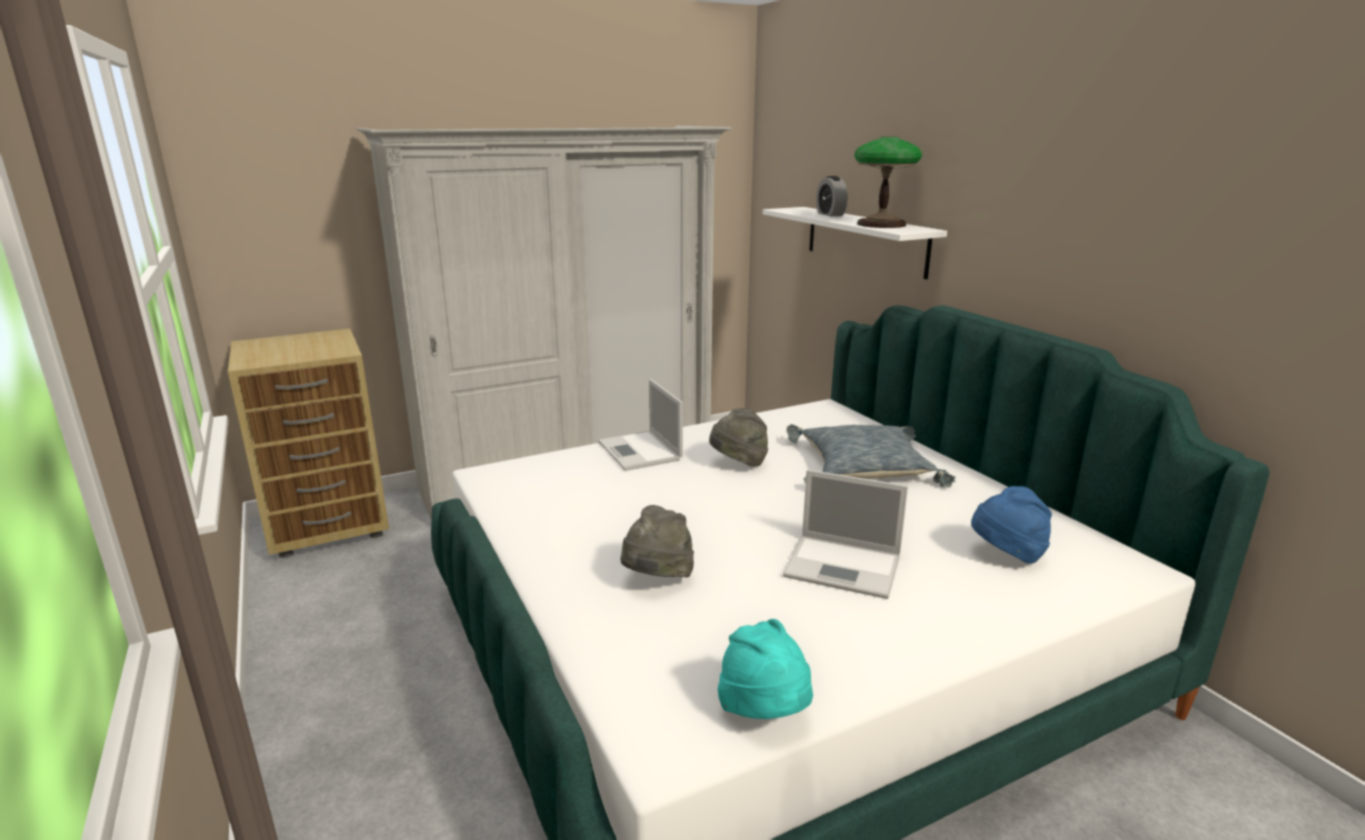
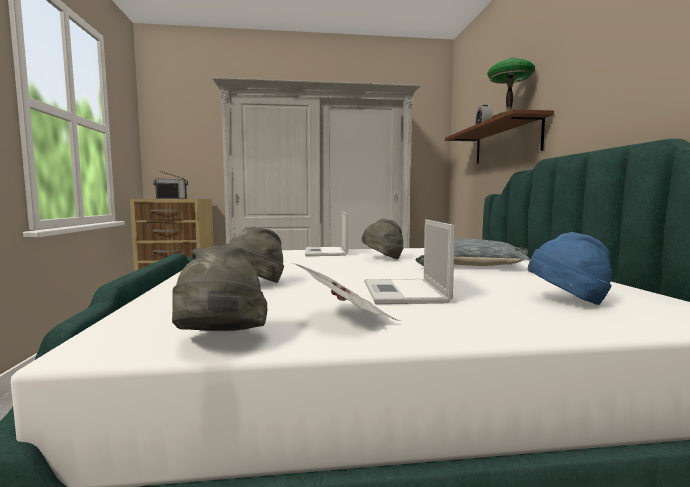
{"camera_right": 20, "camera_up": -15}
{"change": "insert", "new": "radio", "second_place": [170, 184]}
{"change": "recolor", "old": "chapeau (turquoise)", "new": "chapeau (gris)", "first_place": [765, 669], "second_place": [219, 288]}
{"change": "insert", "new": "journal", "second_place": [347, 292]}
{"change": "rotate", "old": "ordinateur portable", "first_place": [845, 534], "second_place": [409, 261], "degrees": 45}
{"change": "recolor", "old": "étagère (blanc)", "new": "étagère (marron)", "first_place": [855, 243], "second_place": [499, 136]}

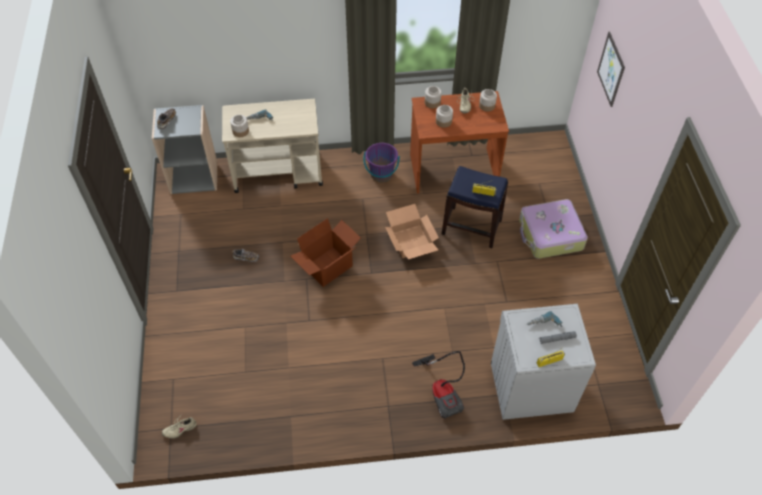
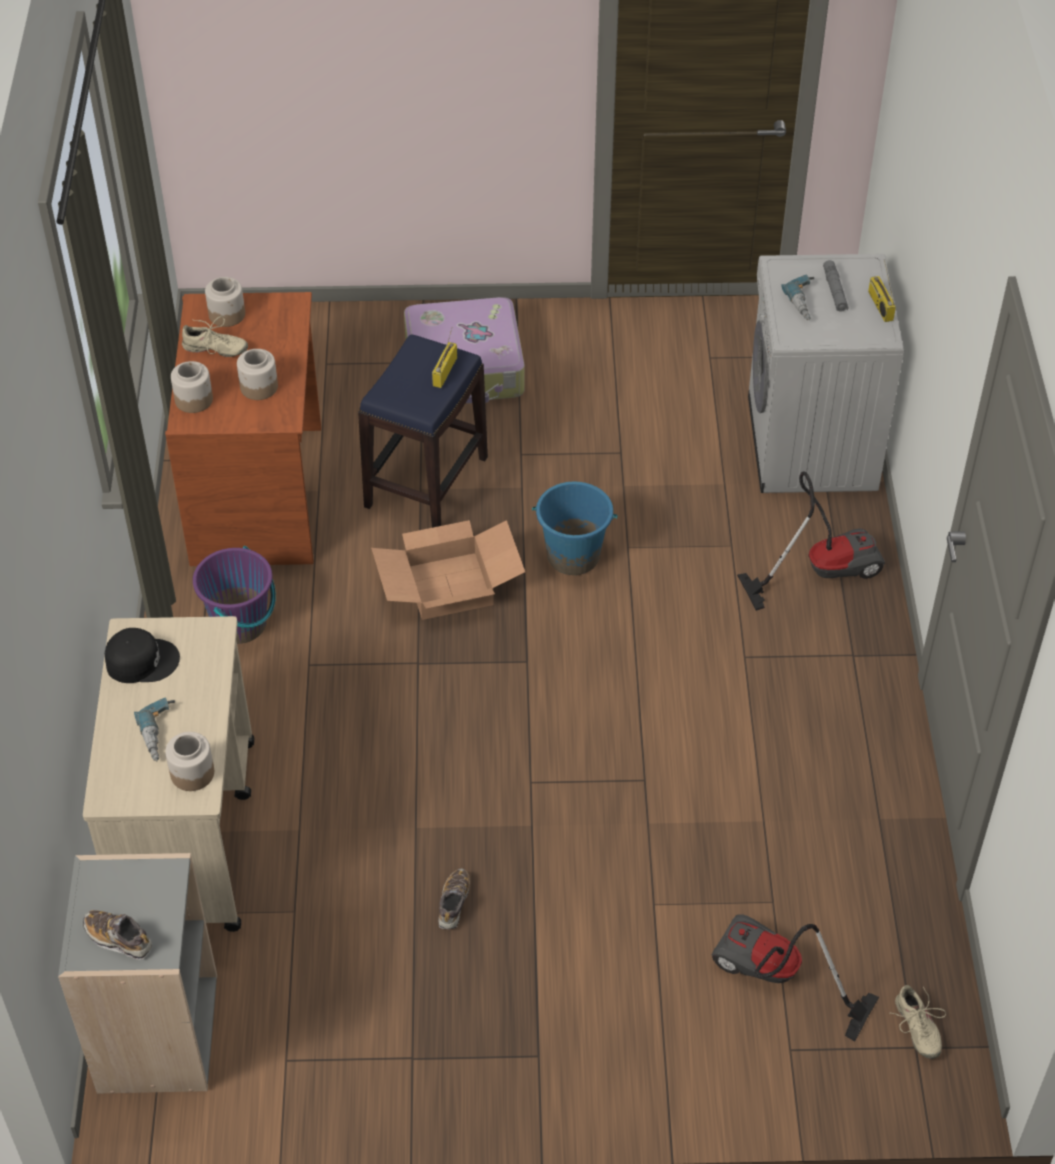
{"camera_right": -85, "camera_up": -5}
{"change": "insert", "new": "casquette (noir)", "second_place": [142, 655]}
{"change": "insert", "new": "seau (bleu)", "second_place": [575, 528]}
{"change": "insert", "new": "aspirateur", "second_place": [795, 978]}
{"change": "delete", "old": "carton", "first_place": [326, 252]}
{"change": "delete", "old": "tableau", "first_place": [611, 69]}

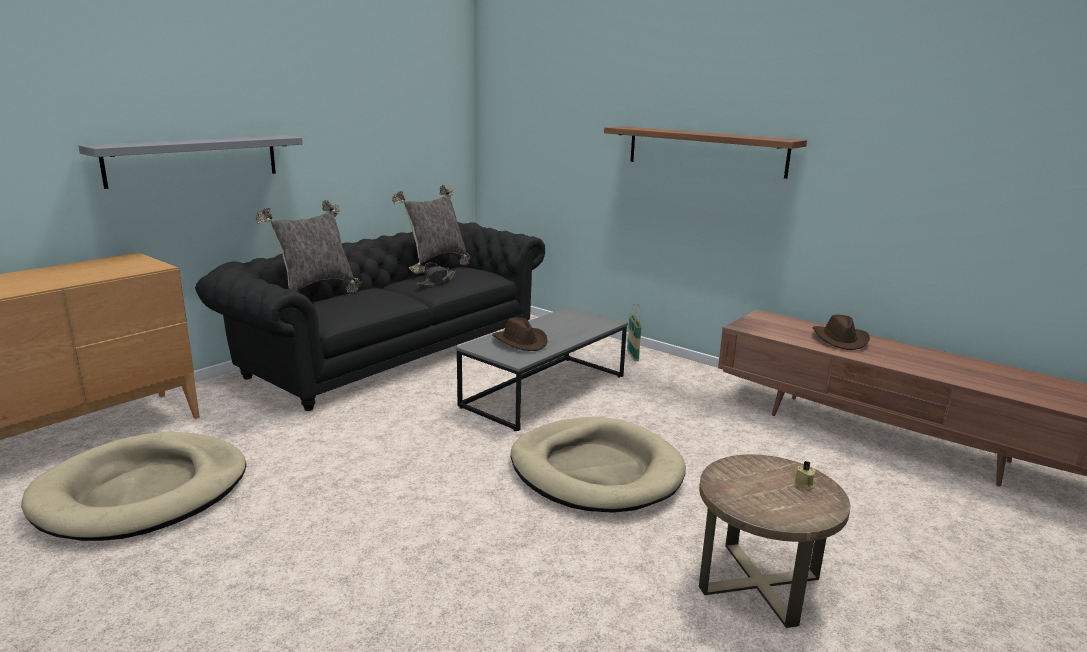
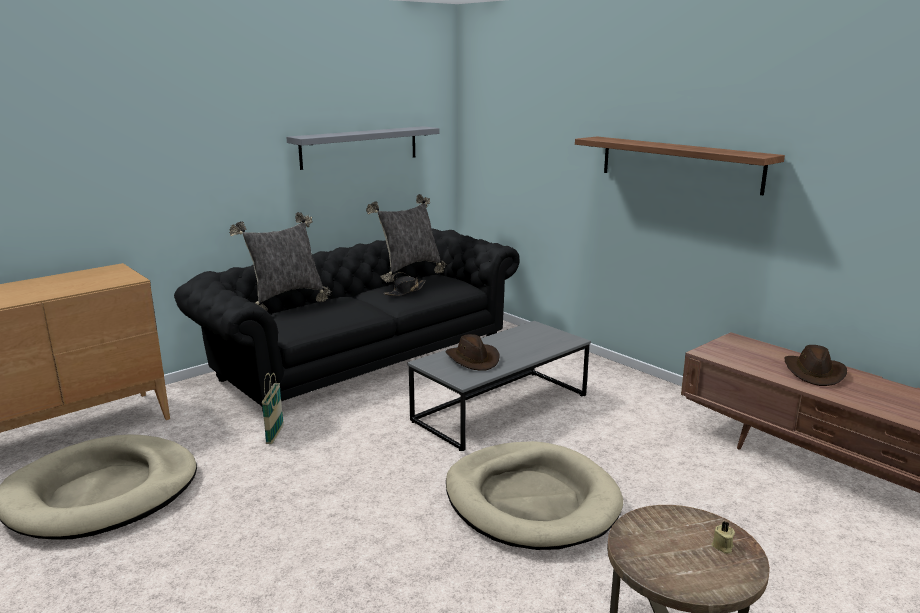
{"camera_right": 10, "camera_up": 0}
{"change": "move", "old": "panier", "first_place": [634, 332], "second_place": [273, 408]}
{"change": "move", "old": "étagère (gris)", "first_place": [191, 162], "second_place": [362, 148]}

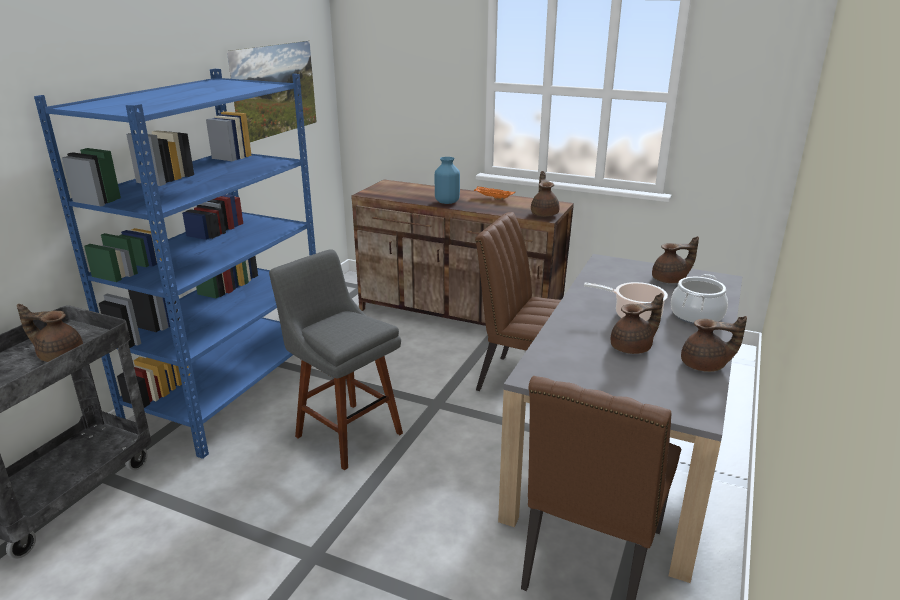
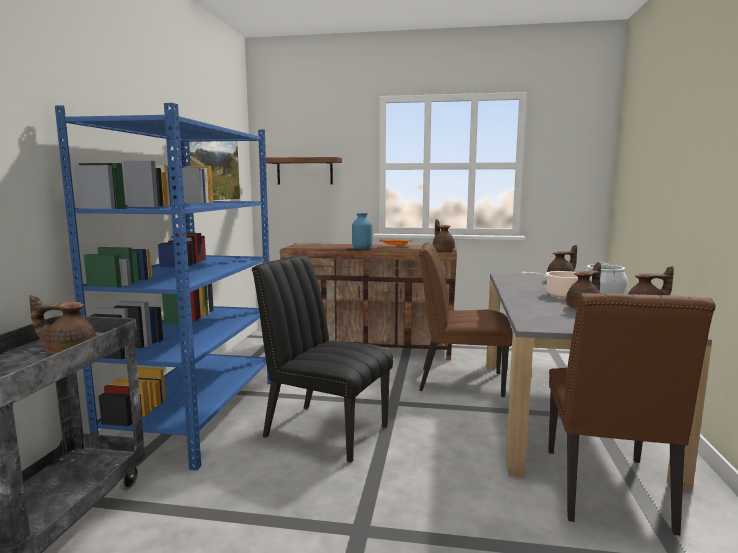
{"camera_right": -15, "camera_up": -15}
{"change": "replace", "old": "tabouret (gris)", "new": "chaise (noir)", "first_place": [336, 359], "second_place": [322, 359]}
{"change": "insert", "new": "étagère", "second_place": [301, 170]}

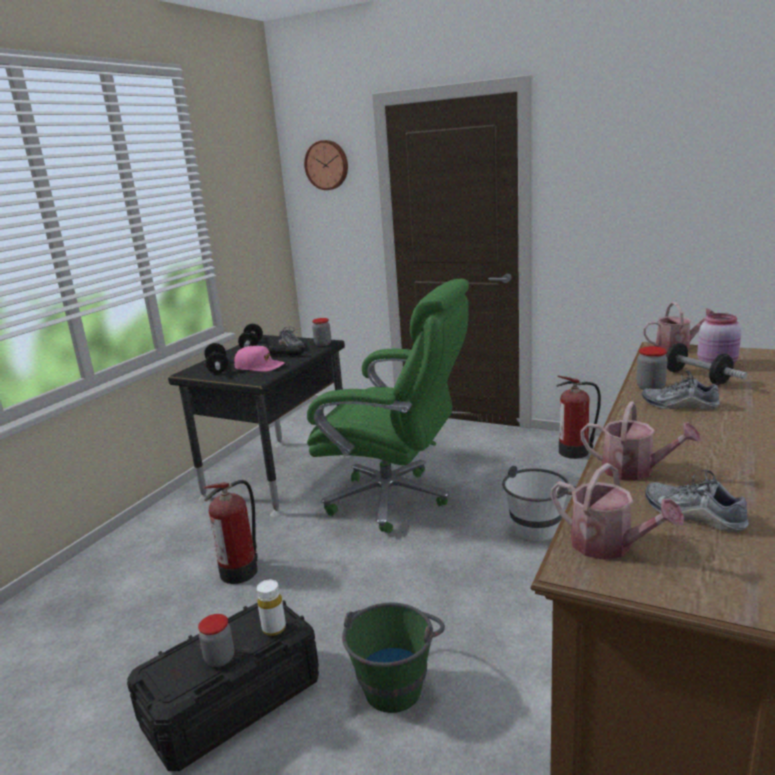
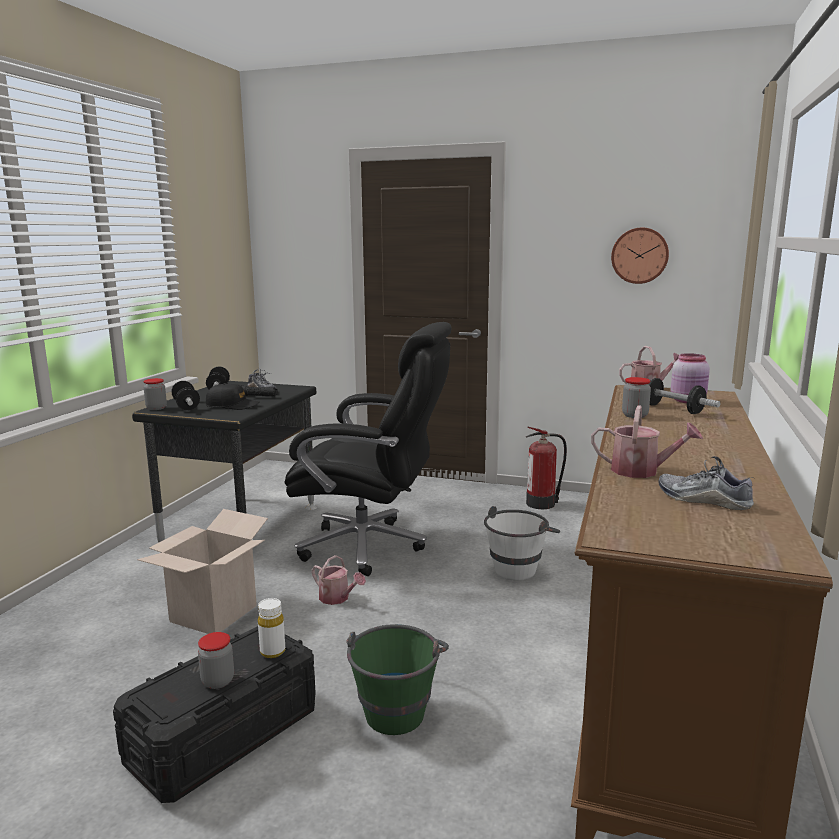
{"camera_right": -10, "camera_up": -5}
{"change": "replace", "old": "extincteur", "new": "carton", "first_place": [230, 532], "second_place": [202, 571]}
{"change": "move", "old": "bocal", "first_place": [321, 332], "second_place": [155, 394]}
{"change": "recolor", "old": "casquette (rose)", "new": "casquette (noir)", "first_place": [259, 359], "second_place": [233, 396]}
{"change": "recolor", "old": "chaise de bureau (vert)", "new": "chaise de bureau (noir)", "first_place": [388, 406], "second_place": [368, 449]}
{"change": "move", "old": "arrosoir", "first_place": [618, 511], "second_place": [339, 580]}
{"change": "move", "old": "horloge murale", "first_place": [326, 165], "second_place": [640, 255]}
{"change": "delete", "old": "chaussure", "first_place": [681, 390]}

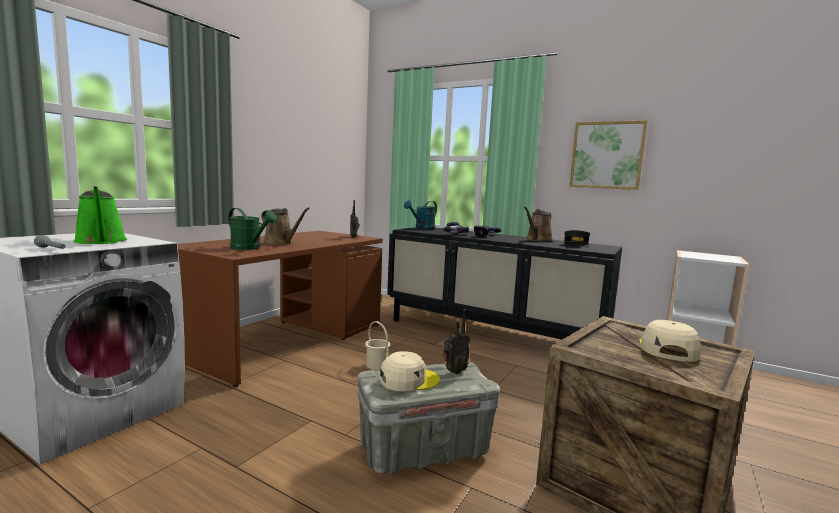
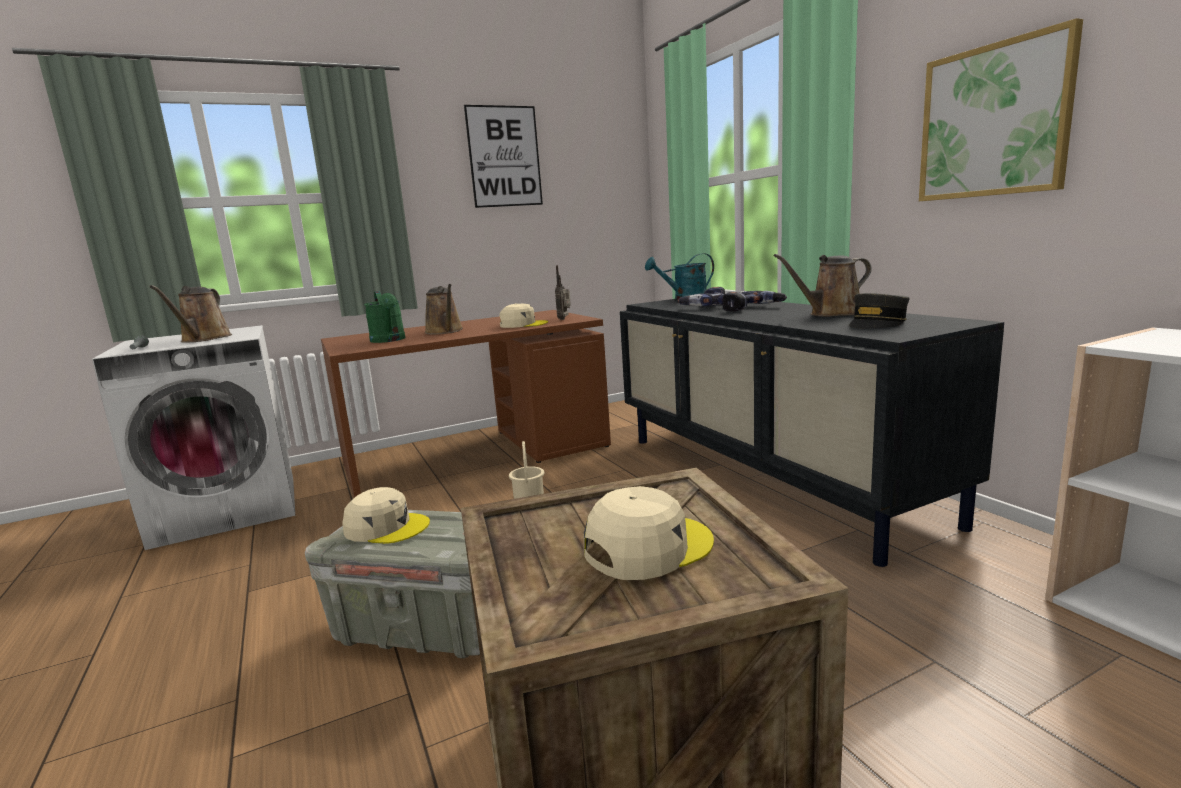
{"camera_right": 35, "camera_up": 5}
{"change": "recolor", "old": "arrosoir (vert)", "new": "arrosoir (marron)", "first_place": [100, 215], "second_place": [190, 314]}
{"change": "insert", "new": "tableau", "second_place": [503, 156]}
{"change": "insert", "new": "casquette (beige)", "second_place": [523, 315]}
{"change": "delete", "old": "radio", "first_place": [456, 341]}

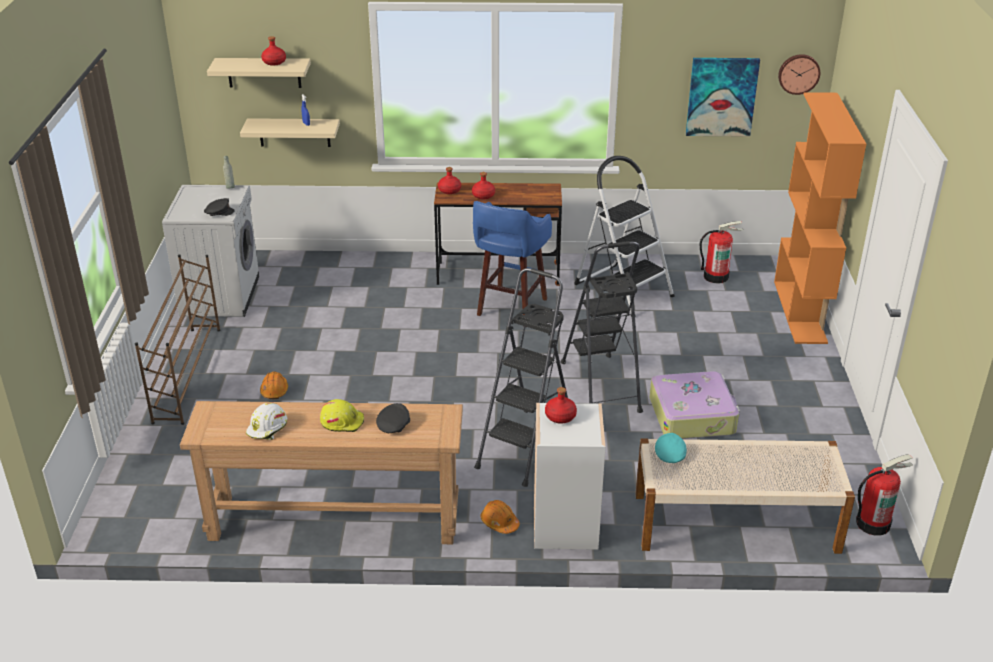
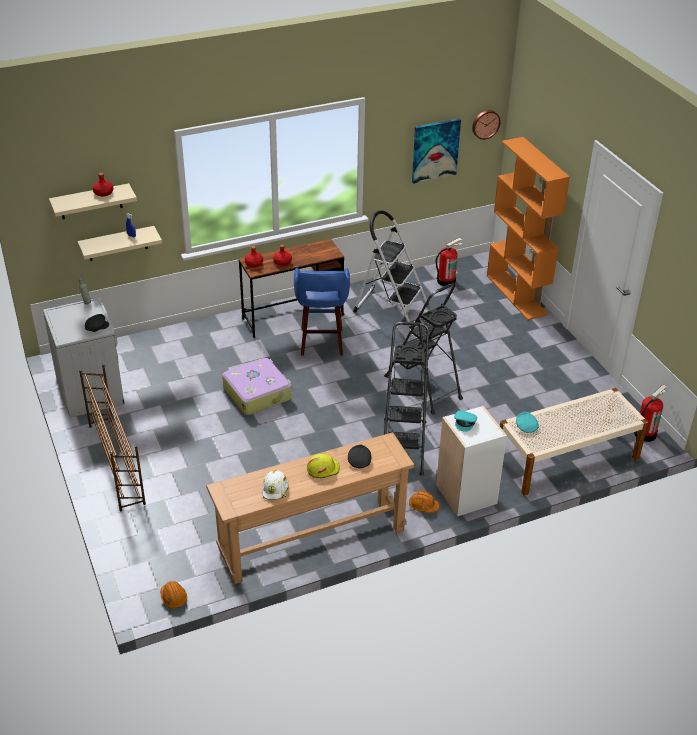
{"camera_right": -25, "camera_up": 5}
{"change": "move", "old": "casque de chantier (orange)", "first_place": [274, 386], "second_place": [173, 594]}
{"change": "move", "old": "valise", "first_place": [695, 405], "second_place": [256, 386]}
{"change": "replace", "old": "bouteille (rouge)", "new": "casquette (turquoise)", "first_place": [561, 405], "second_place": [465, 421]}

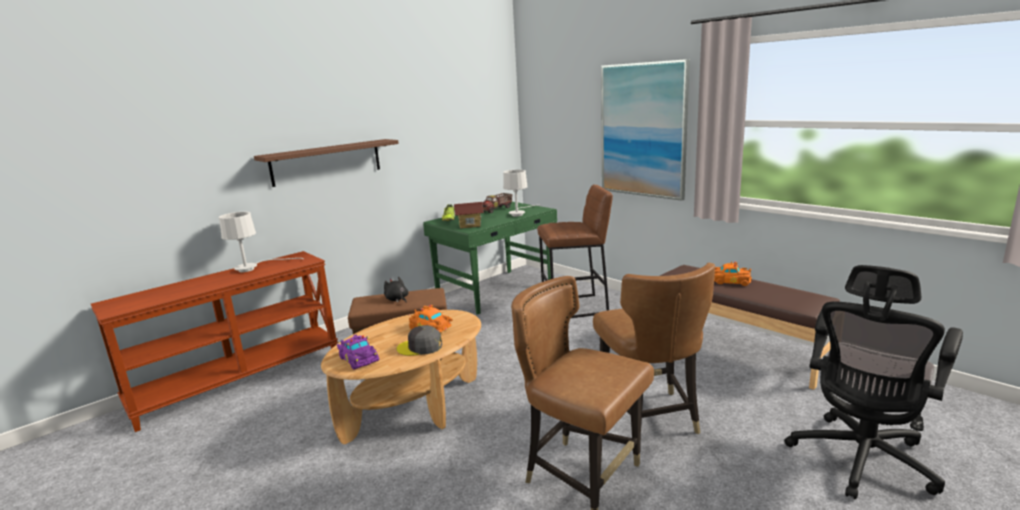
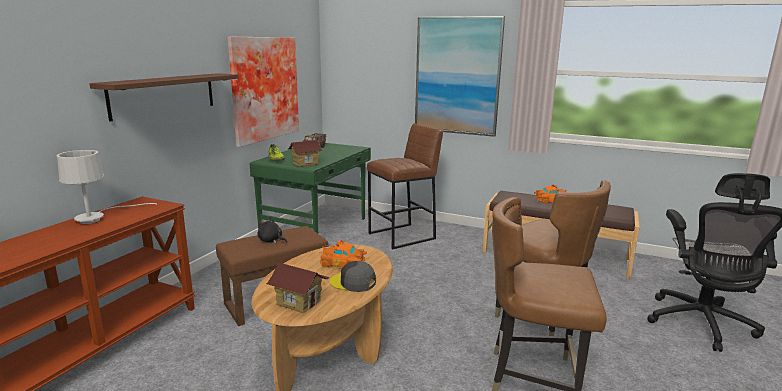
{"camera_right": -25, "camera_up": 0}
{"change": "insert", "new": "tableau", "second_place": [263, 92]}
{"change": "replace", "old": "petite voiture (violet)", "new": "maison miniature", "first_place": [358, 352], "second_place": [297, 288]}
{"change": "rotate", "old": "casquette (gris)", "first_place": [419, 340], "second_place": [353, 276], "degrees": 45}
{"change": "delete", "old": "lampe de table (blanc)", "first_place": [519, 193]}

